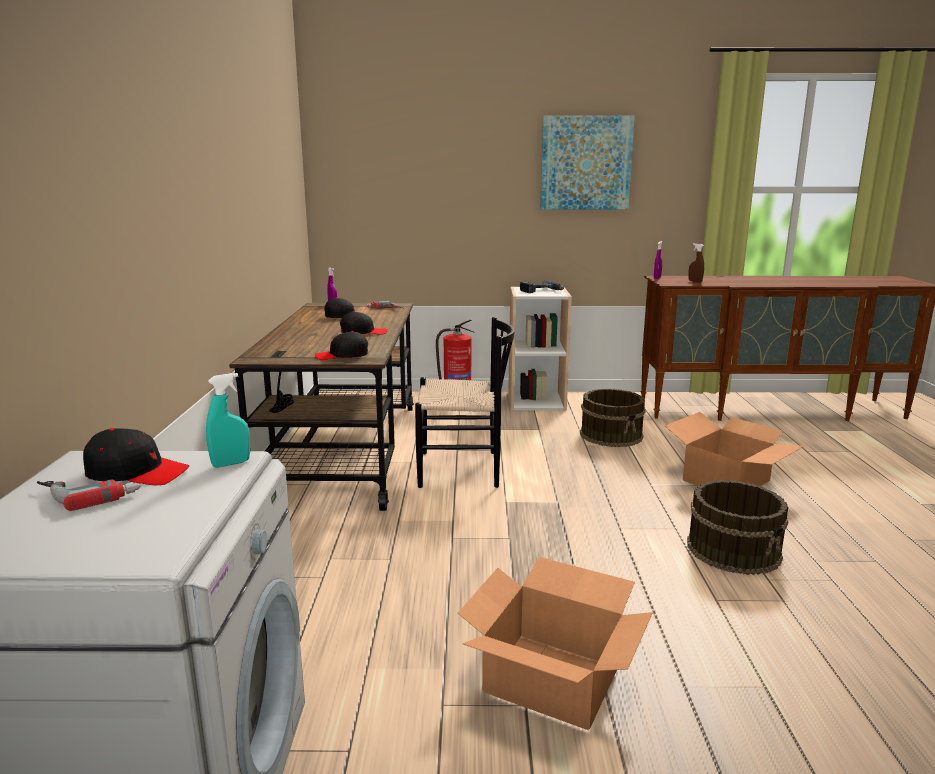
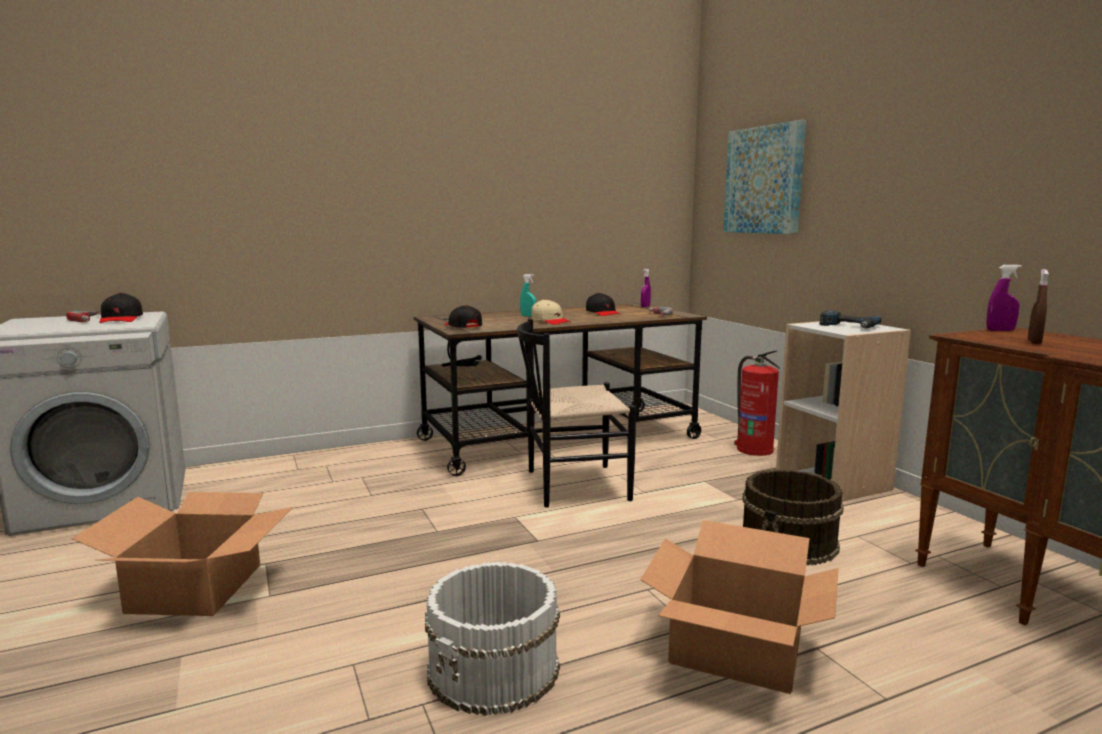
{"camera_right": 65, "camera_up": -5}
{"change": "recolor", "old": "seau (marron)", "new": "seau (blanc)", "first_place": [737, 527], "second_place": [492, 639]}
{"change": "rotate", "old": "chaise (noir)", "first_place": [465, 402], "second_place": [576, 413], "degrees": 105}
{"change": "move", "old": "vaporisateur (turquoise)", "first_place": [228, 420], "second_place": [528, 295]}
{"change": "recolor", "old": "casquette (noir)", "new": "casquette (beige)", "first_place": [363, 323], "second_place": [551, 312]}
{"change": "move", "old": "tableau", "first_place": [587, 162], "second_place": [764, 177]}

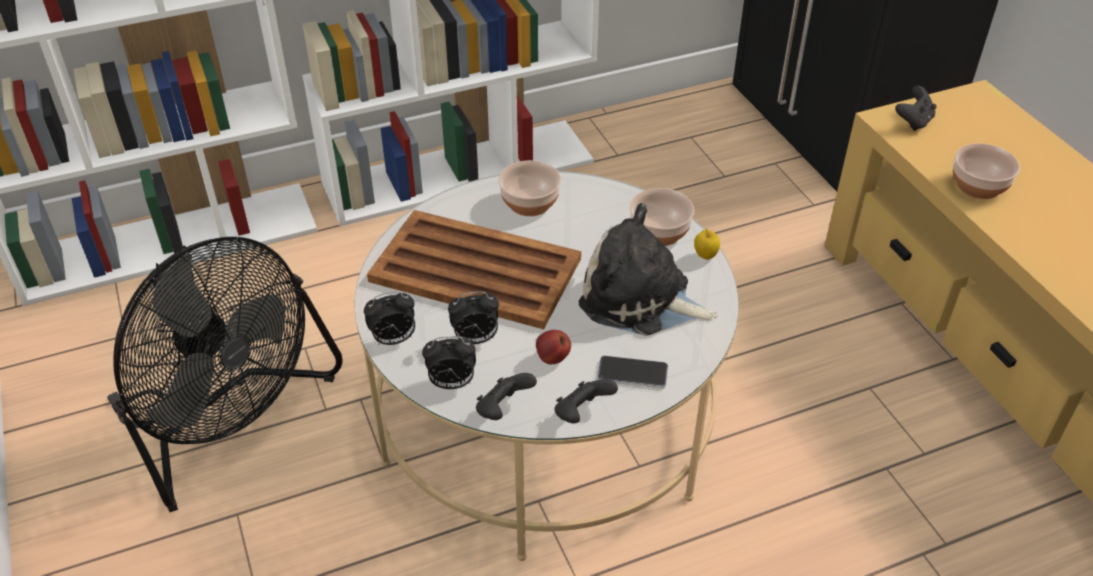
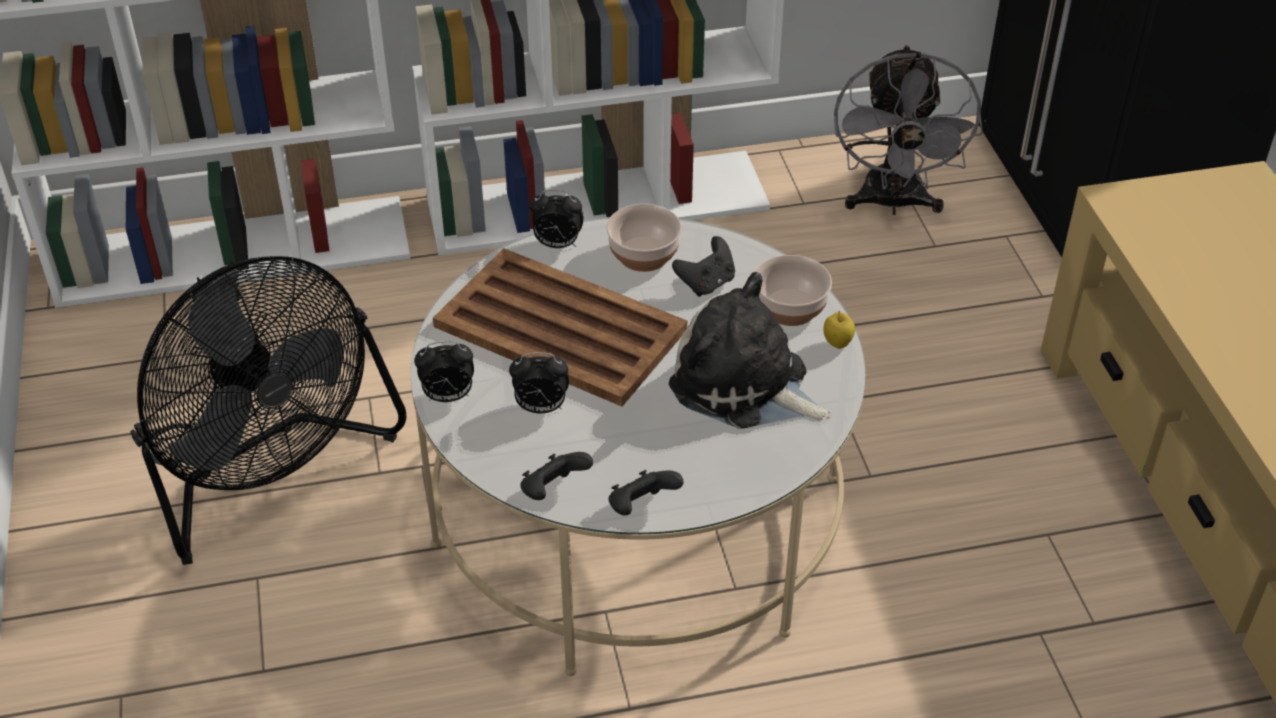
{"camera_right": 10, "camera_up": 0}
{"change": "move", "old": "réveil", "first_place": [449, 362], "second_place": [556, 219]}
{"change": "move", "old": "manette (noir)", "first_place": [916, 108], "second_place": [703, 266]}
{"change": "insert", "new": "ventilateur (gris)", "second_place": [908, 130]}
{"change": "delete", "old": "pomme", "first_place": [553, 347]}
{"change": "delete", "old": "téléphone", "first_place": [633, 372]}
{"change": "delete", "old": "bol", "first_place": [986, 171]}

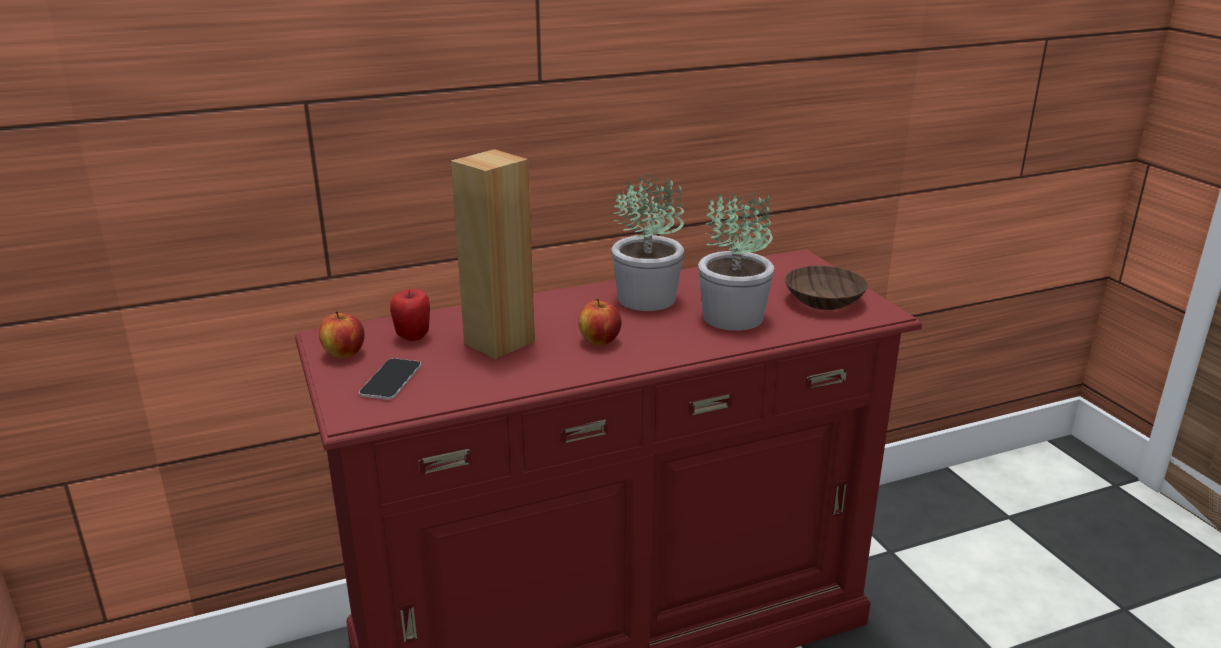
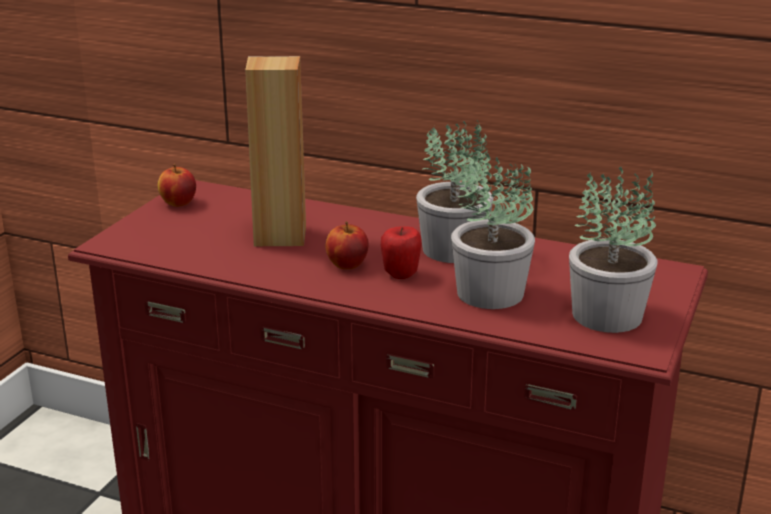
{"camera_right": 45, "camera_up": 0}
{"change": "move", "old": "pomme", "first_place": [410, 315], "second_place": [401, 252]}
{"change": "replace", "old": "bol (marron)", "new": "plante en pot", "first_place": [826, 288], "second_place": [613, 250]}
{"change": "delete", "old": "téléphone", "first_place": [390, 379]}

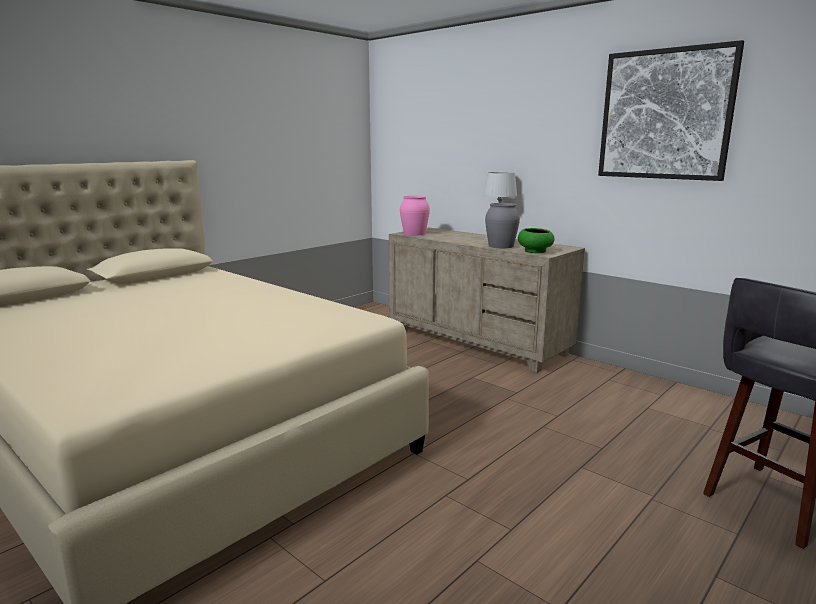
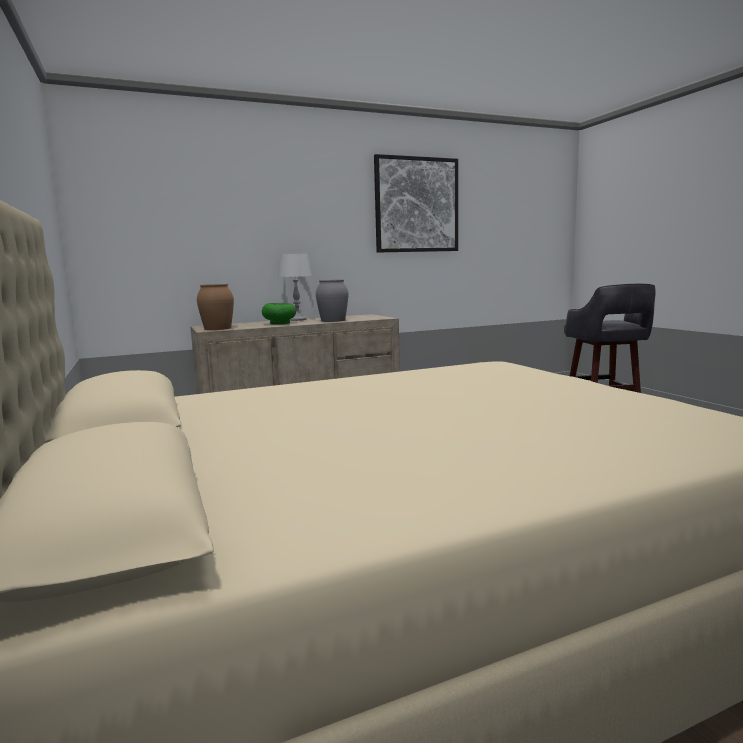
{"camera_right": -65, "camera_up": -5}
{"change": "recolor", "old": "vase (rose)", "new": "vase (marron)", "first_place": [415, 216], "second_place": [215, 307]}
{"change": "move", "old": "bol (vert)", "first_place": [536, 240], "second_place": [279, 314]}

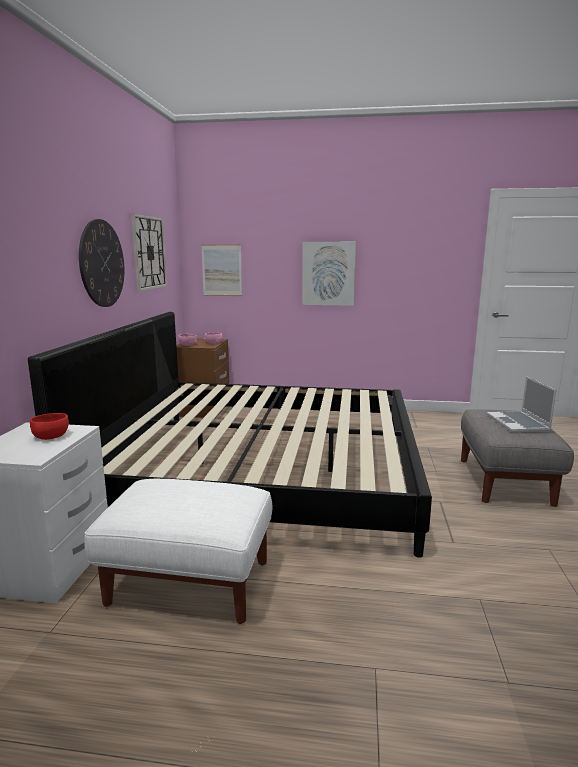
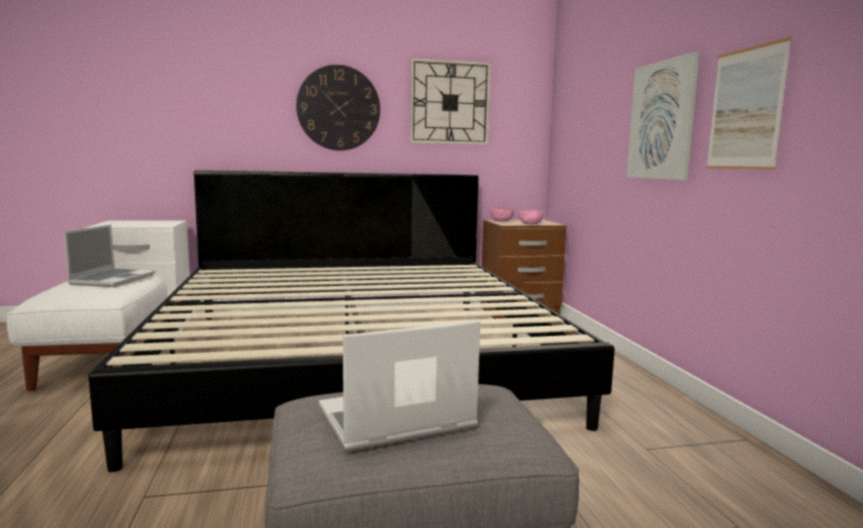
{"camera_right": 70, "camera_up": -5}
{"change": "insert", "new": "ordinateur portable", "second_place": [109, 256]}
{"change": "move", "old": "tableau", "first_place": [221, 270], "second_place": [749, 103]}
{"change": "delete", "old": "bol (rouge)", "first_place": [49, 426]}

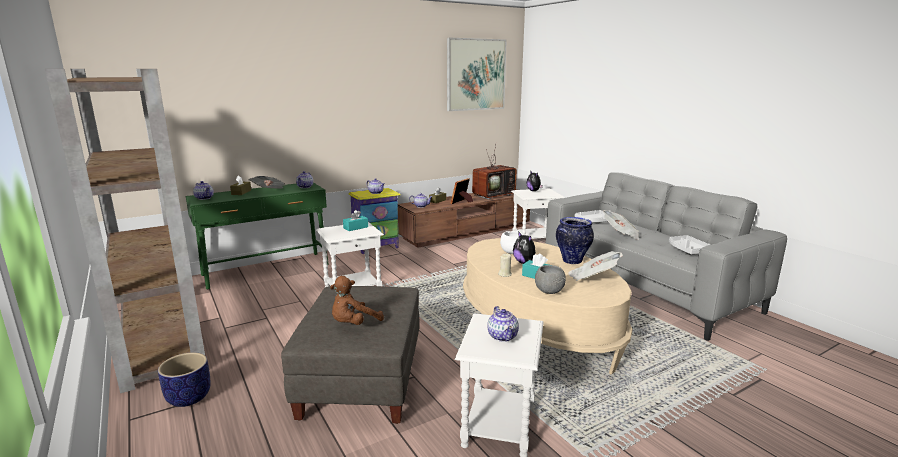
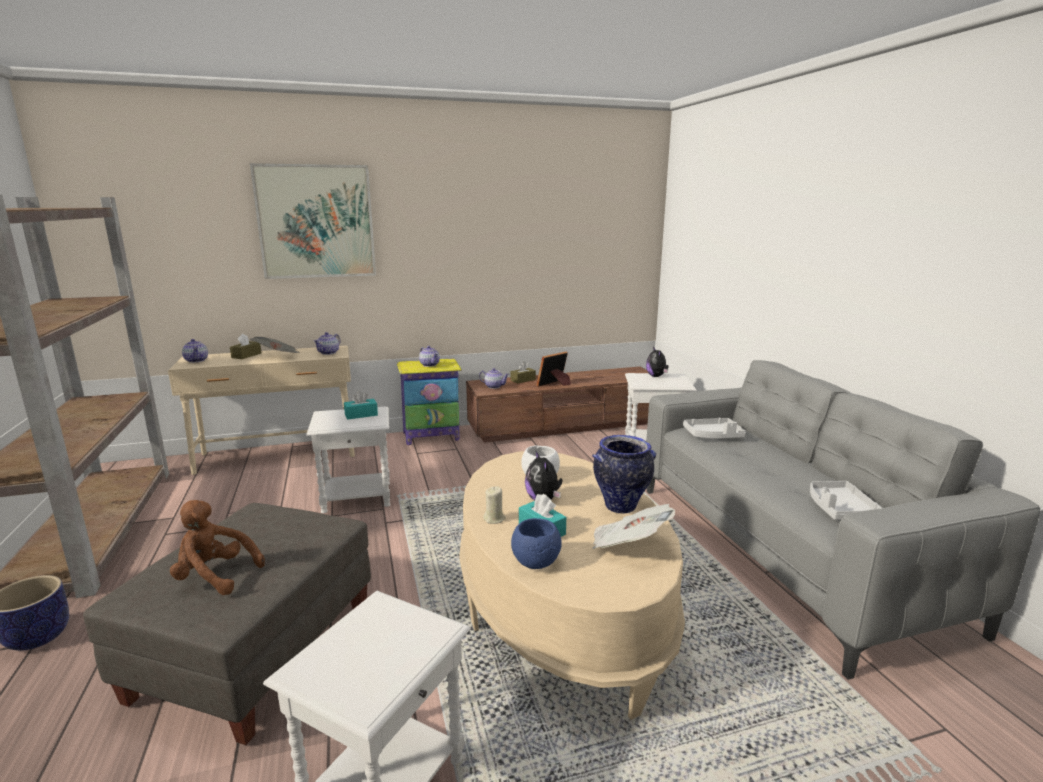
{"camera_right": 15, "camera_up": 0}
{"change": "recolor", "old": "table console (vert)", "new": "table console (beige)", "first_place": [257, 236], "second_place": [261, 410]}
{"change": "rotate", "old": "peluche (marron)", "first_place": [357, 300], "second_place": [217, 547], "degrees": 45}
{"change": "move", "old": "tableau", "first_place": [477, 74], "second_place": [313, 221]}
{"change": "recolor", "old": "bol (gris)", "new": "bol (bleu)", "first_place": [550, 279], "second_place": [536, 543]}
{"change": "delete", "old": "téléviseur", "first_place": [494, 172]}
{"change": "delete", "old": "théière", "first_place": [503, 324]}
{"change": "delete", "old": "journal", "first_place": [621, 225]}

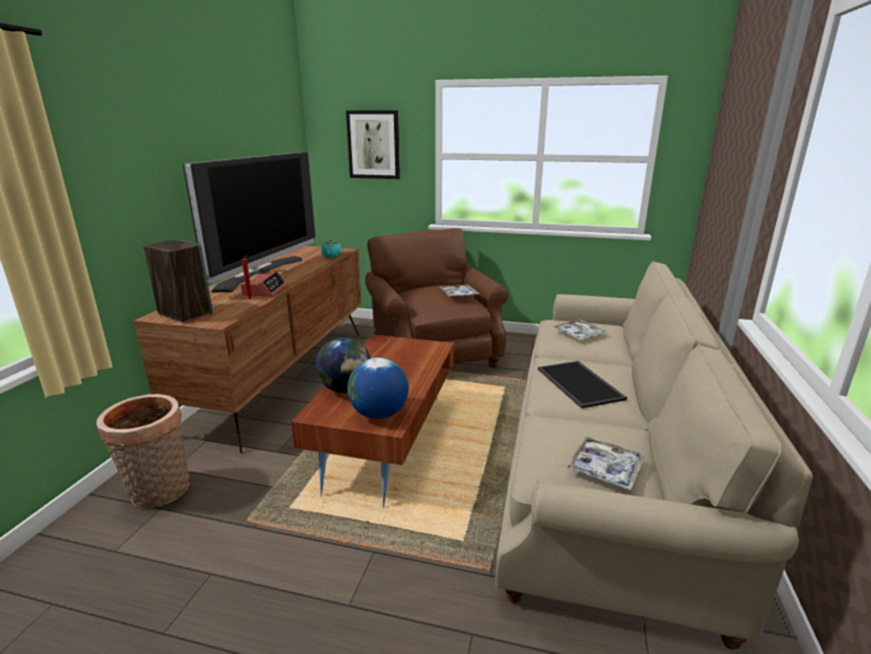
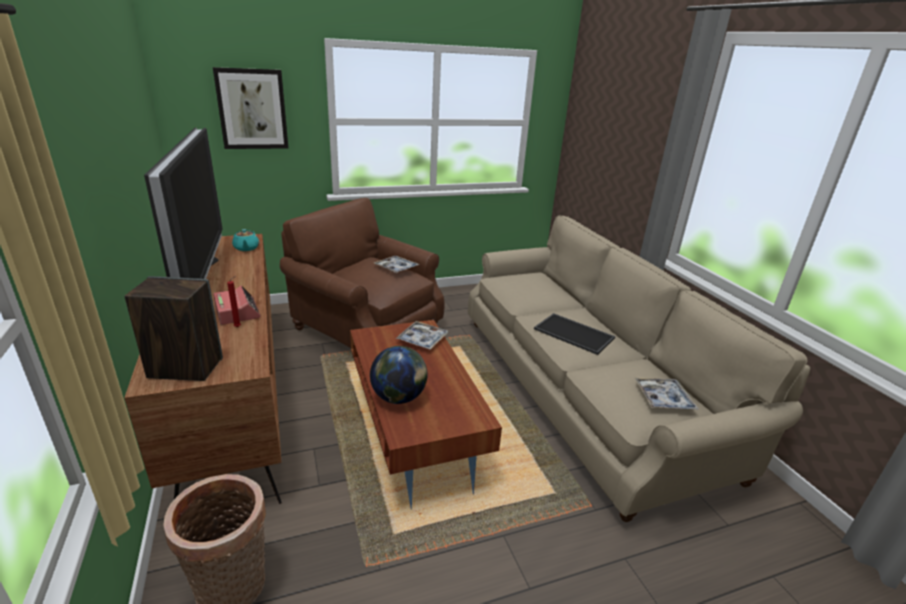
{"camera_right": -35, "camera_up": 5}
{"change": "move", "old": "plateau", "first_place": [580, 330], "second_place": [422, 335]}
{"change": "delete", "old": "globe", "first_place": [378, 388]}

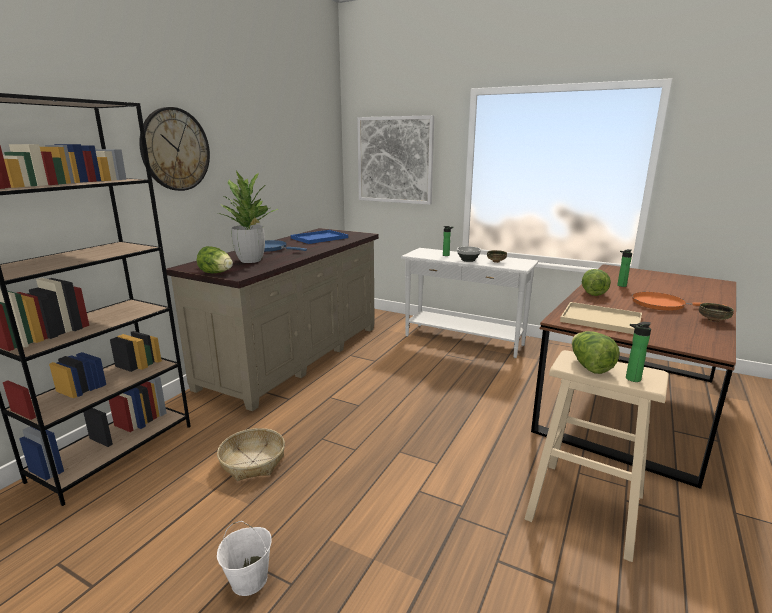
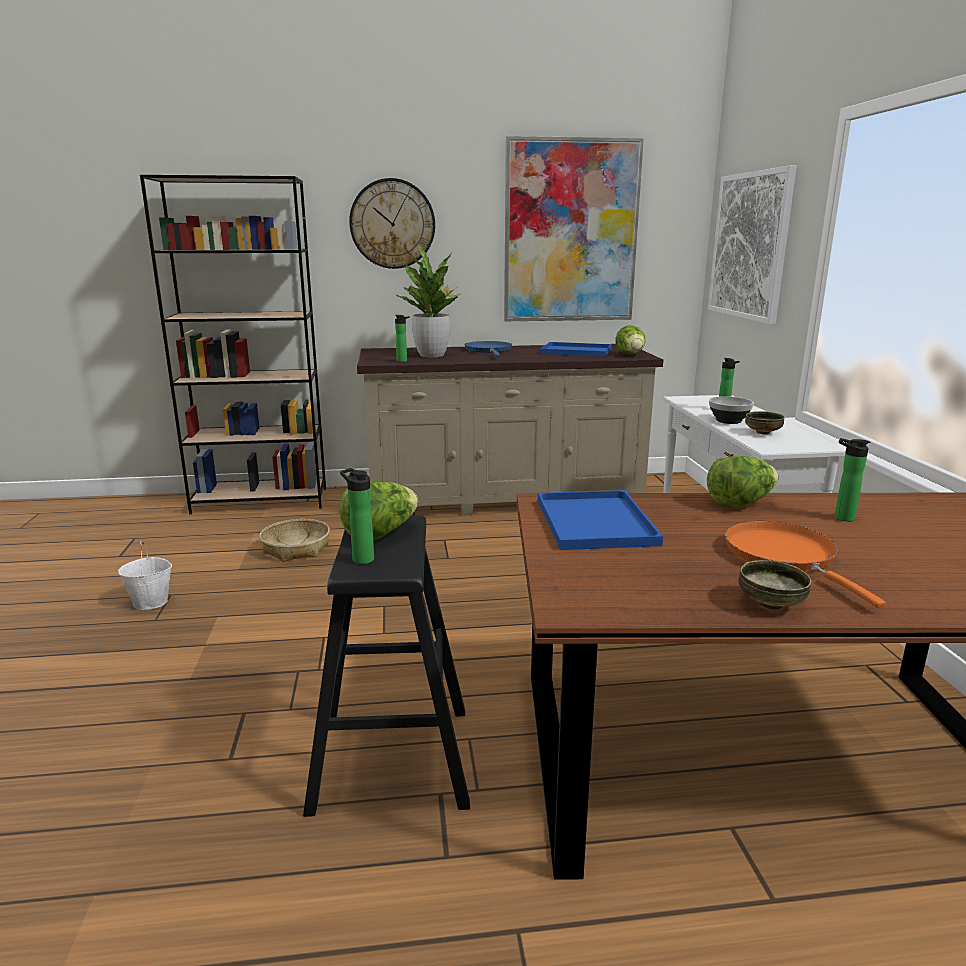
{"camera_right": 55, "camera_up": 0}
{"change": "recolor", "old": "tabouret (beige)", "new": "tabouret (noir)", "first_place": [597, 456], "second_place": [386, 666]}
{"change": "insert", "new": "bouteille", "second_place": [402, 338]}
{"change": "insert", "new": "tableau", "second_place": [574, 228]}
{"change": "recolor", "old": "plateau (beige)", "new": "plateau (bleu)", "first_place": [601, 318], "second_place": [600, 520]}
{"change": "move", "old": "laitue", "first_place": [215, 259], "second_place": [630, 339]}

